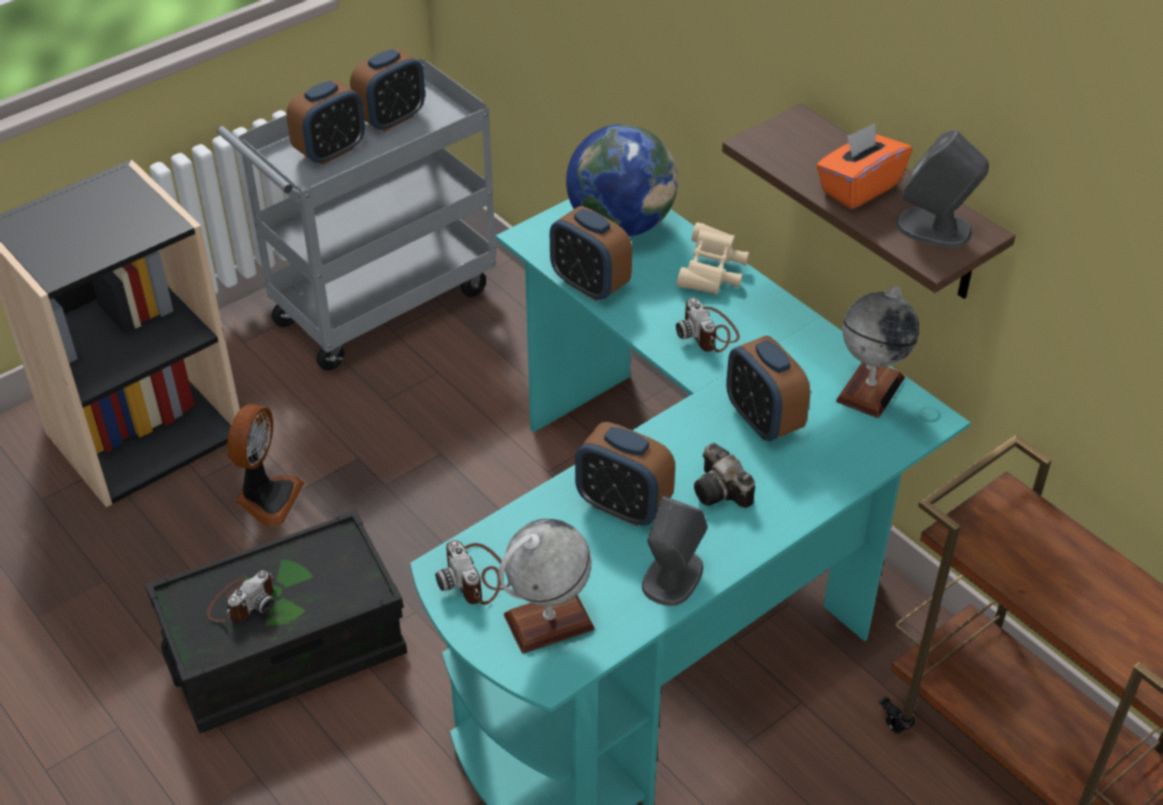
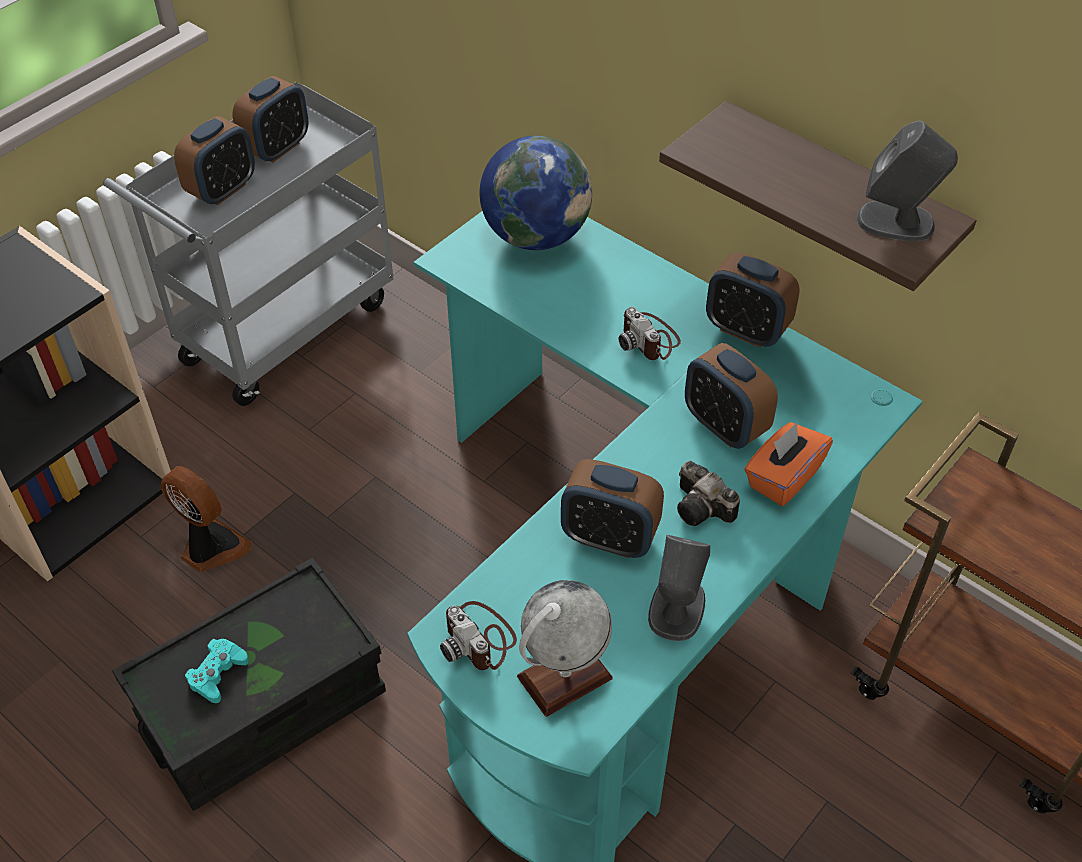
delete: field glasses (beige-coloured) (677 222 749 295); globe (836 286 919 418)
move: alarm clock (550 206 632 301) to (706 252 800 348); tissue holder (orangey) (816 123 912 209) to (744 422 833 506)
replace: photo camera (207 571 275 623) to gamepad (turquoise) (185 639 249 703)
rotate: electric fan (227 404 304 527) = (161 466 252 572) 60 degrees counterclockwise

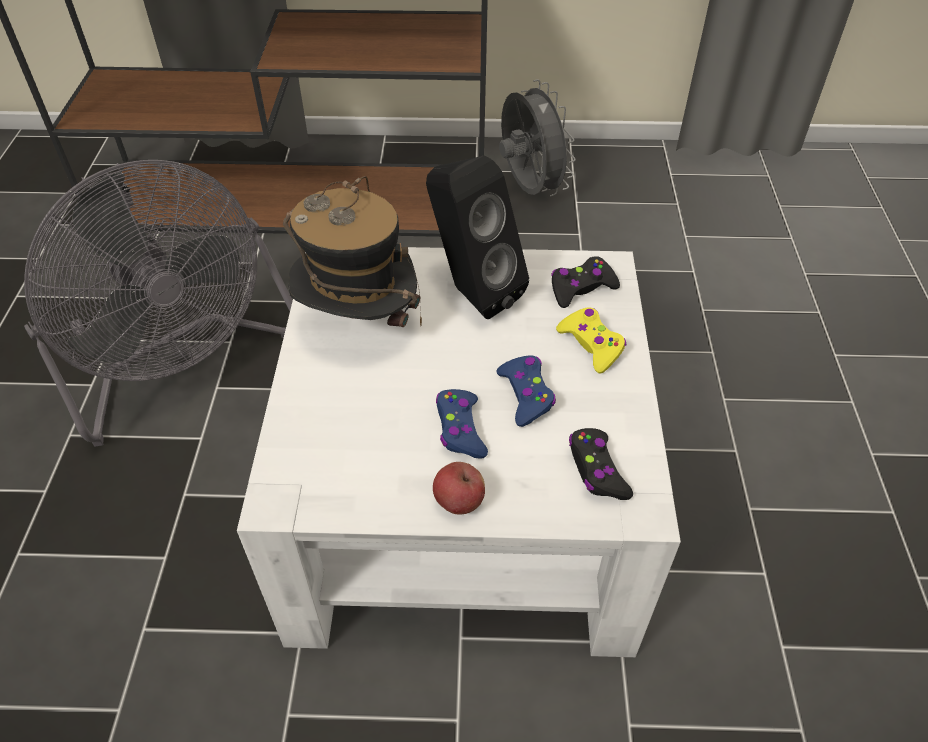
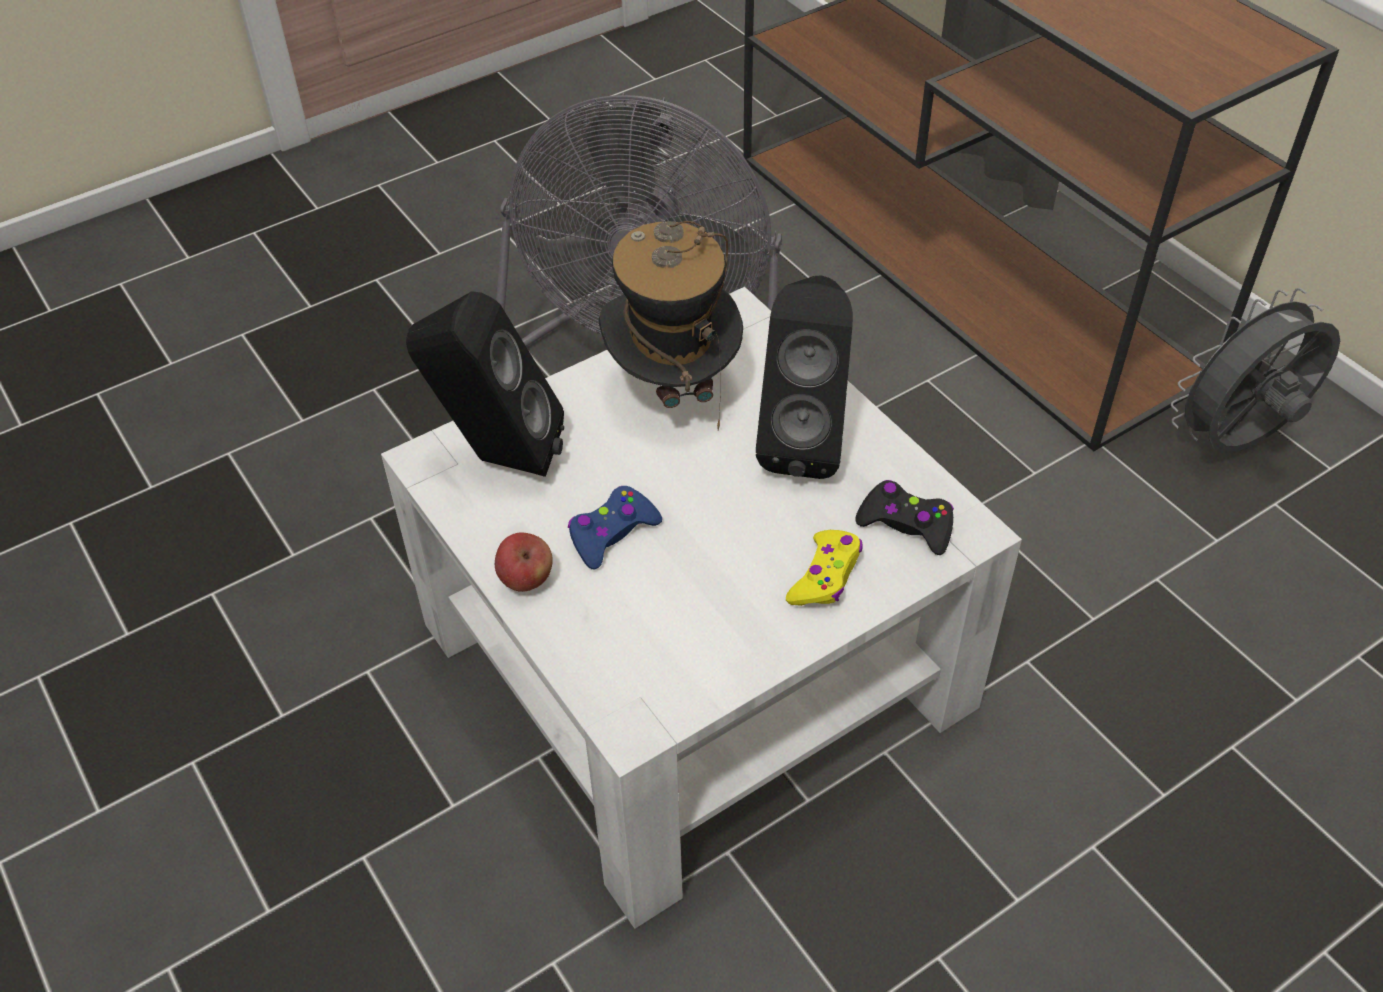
delete: gamepad (blue) (497 355 556 427); gamepad (black-coloured) (569 428 633 500)
insert: audio speaker (black-coloured) (406 291 564 477)
rotate: electric fan (grey) (499 80 576 196) = (1171 288 1340 453) 150 degrees counterclockwise

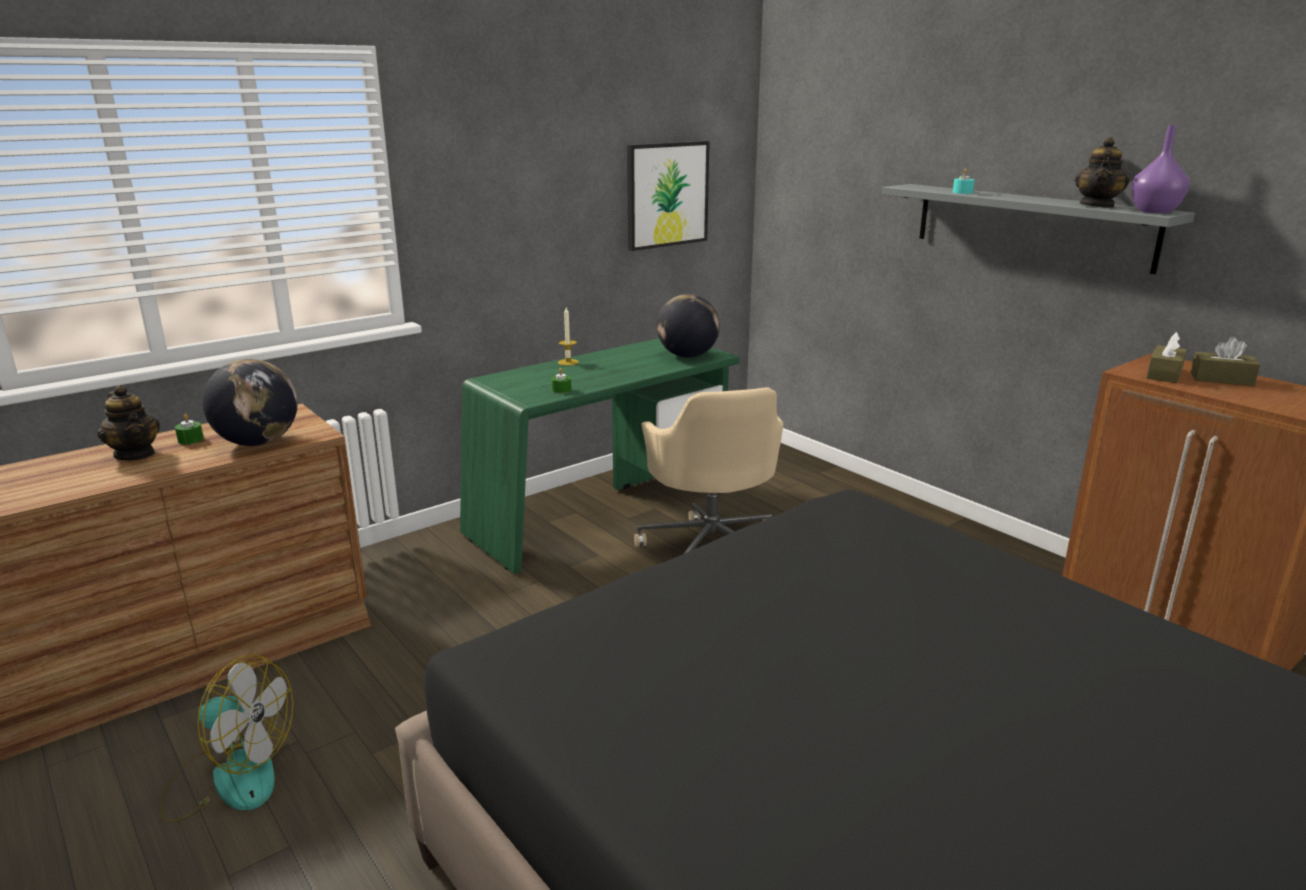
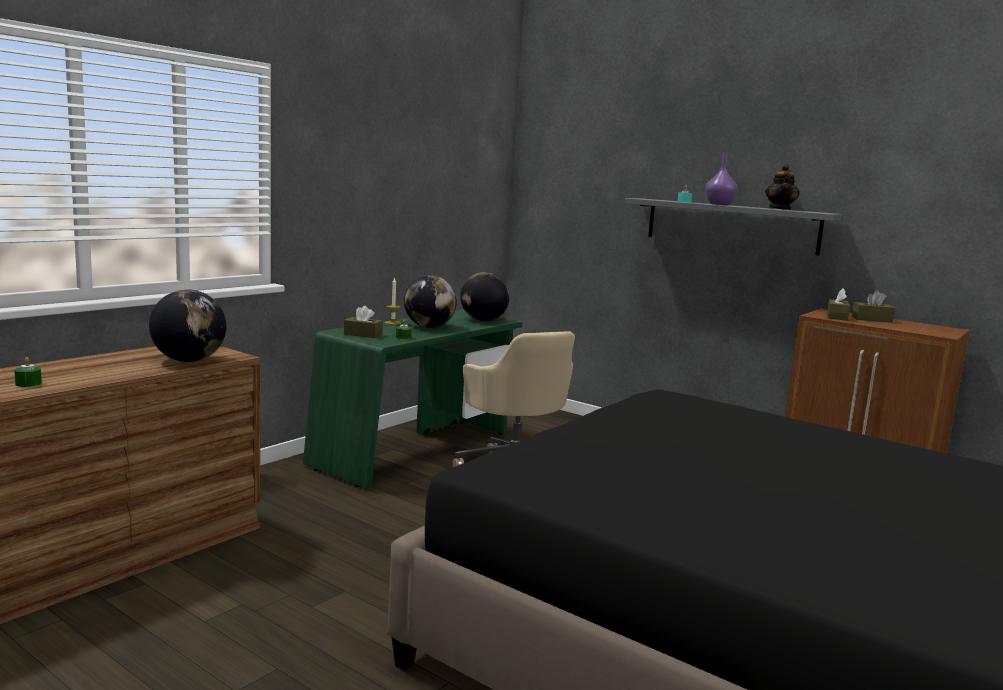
delete: tea pot (98 385 160 460); electric fan (160 655 293 823); wall picture (627 141 710 251)
insert: tissue holder (brown) (344 306 383 338); globe (404 275 457 328)
move: candle (greenish) (175 414 204 445) to (14 357 42 387); decorative vase (purple) (1131 125 1189 213) to (705 153 737 205)

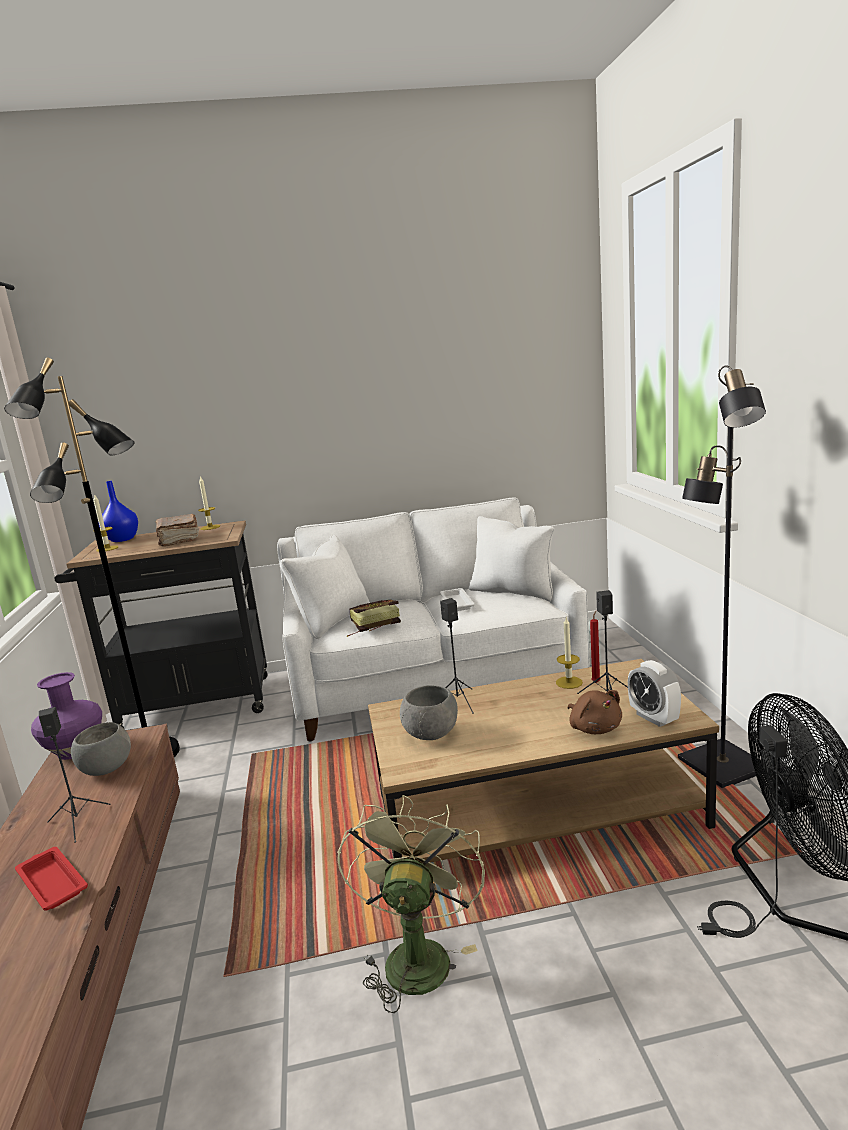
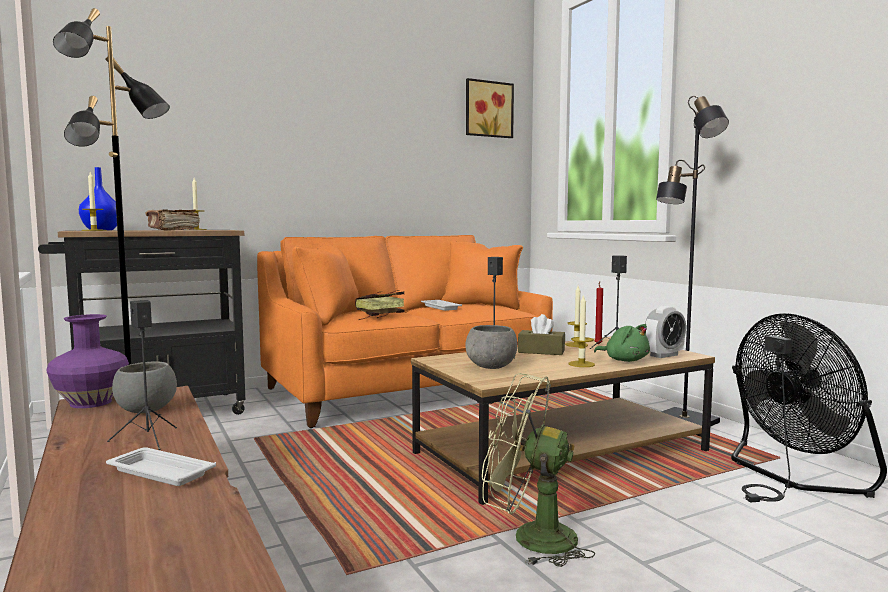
insert: wall picture (466 78 514 138); tissue holder (brown) (518 314 565 355); candle (568 294 595 367)
recolor: tray (red-coloured) (15 847 88 911) to tray (white) (106 447 216 486); couch (white) (277 498 590 742) to couch (orangey) (257 235 553 428); soft toy (brown) (568 690 622 734) to soft toy (greenish) (594 324 650 362)
rotate: electric fan (greenish) (337 795 485 1013) = (482 373 595 567) 60 degrees counterclockwise; alarm clock (628 660 681 727) = (645 306 686 358) 75 degrees counterclockwise

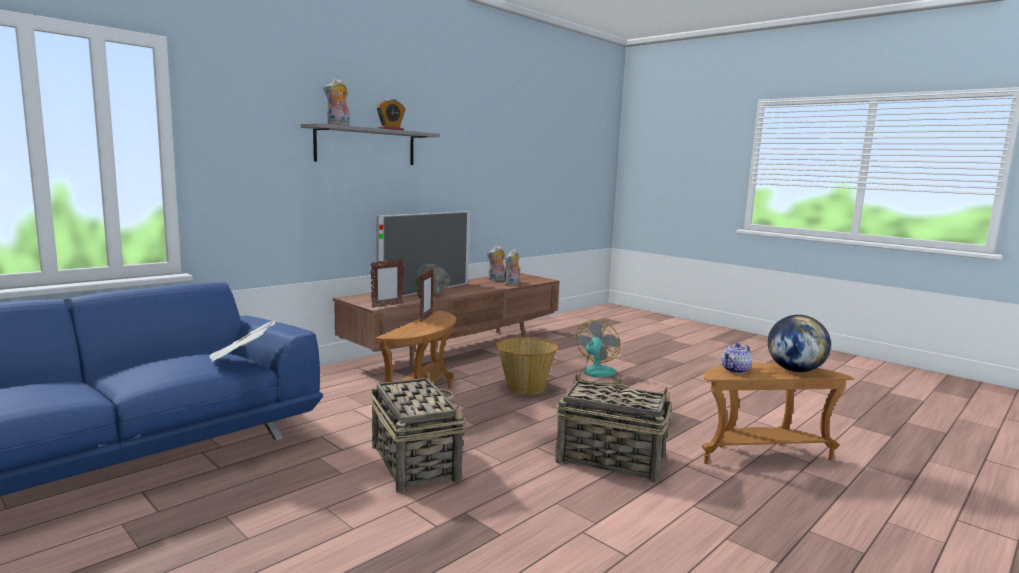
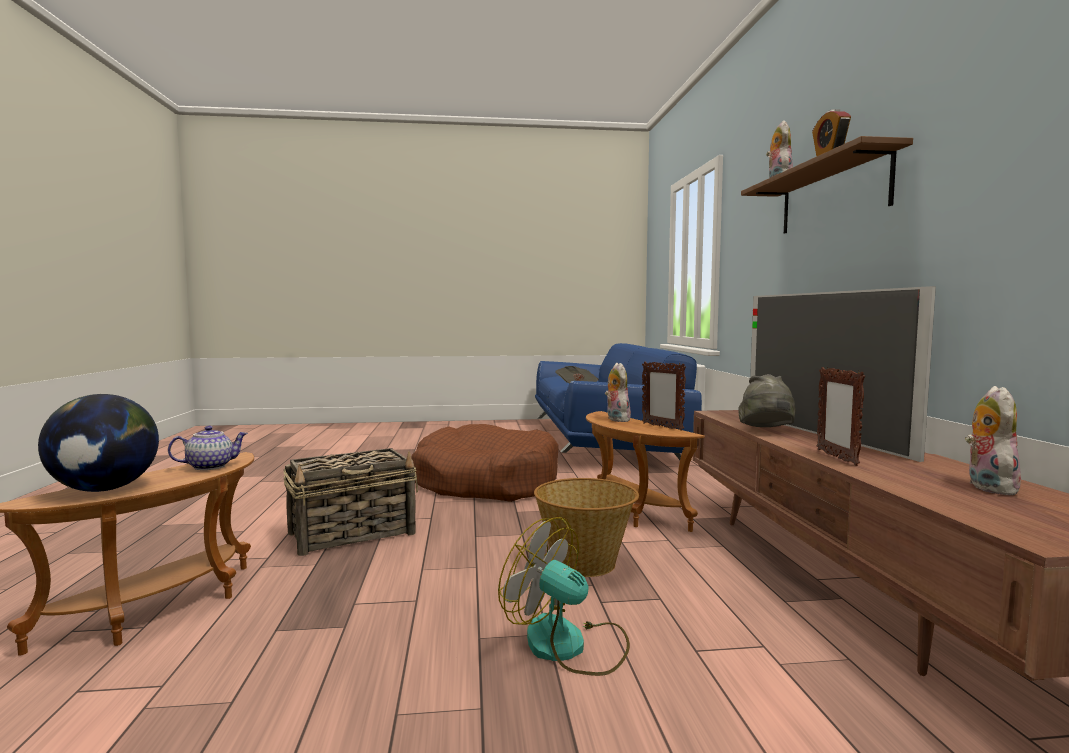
move: soft toy (504 249 521 286) to (605 363 631 422); standing frame (370 259 404 308) to (817 367 865 466)
replace: basket (371 371 467 493) to pet bed (brown) (411 424 559 502)
recolor: wall shelf (grey) (301 123 440 165) to wall shelf (brown) (741 136 913 234)
rotate: tea pot (721 343 752 374) = (168 426 248 470) 60 degrees clockwise; electric fan (576 320 621 384) = (498 517 630 676) 150 degrees clockwise

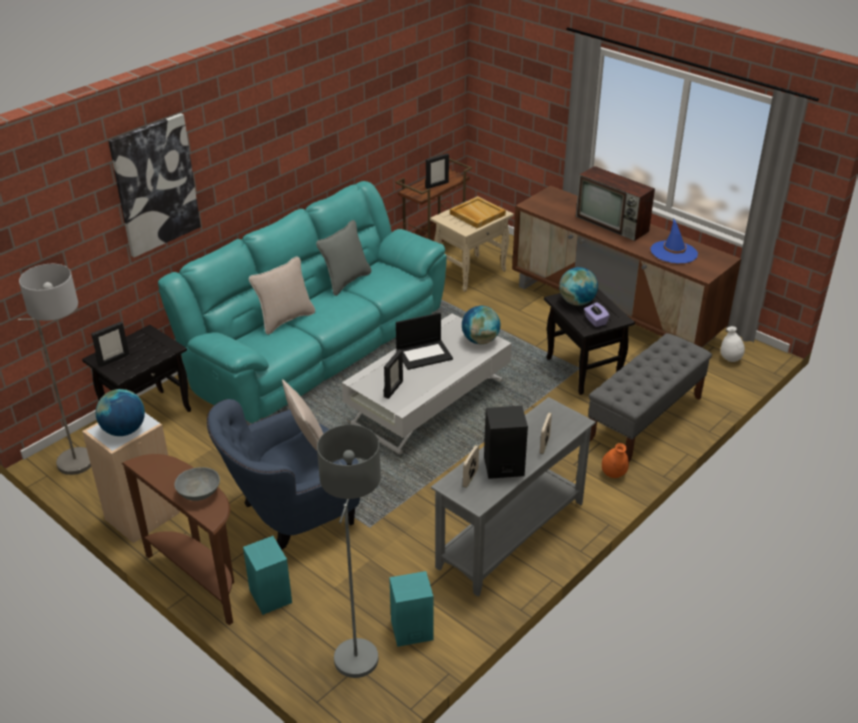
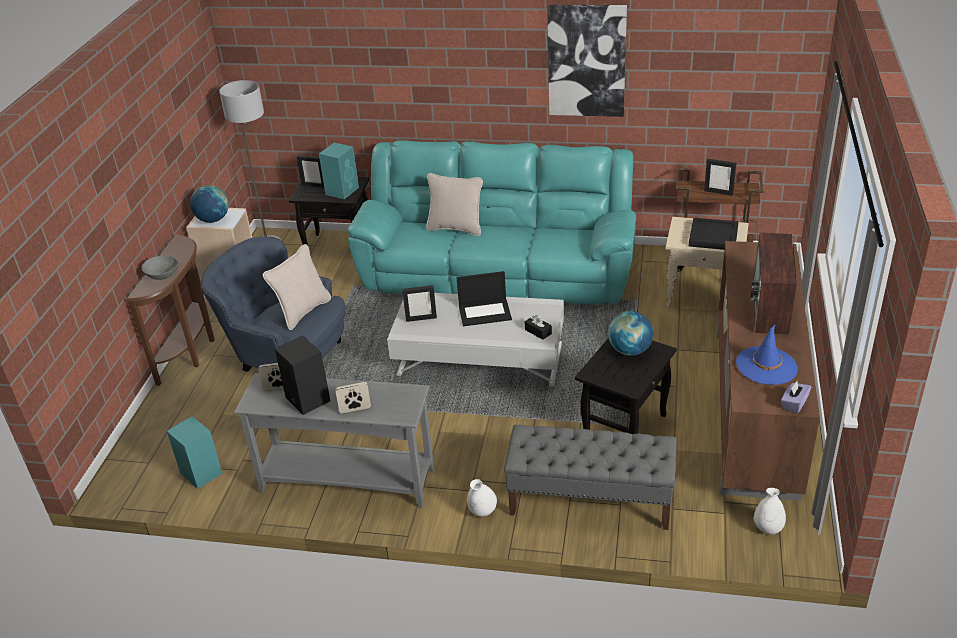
delete: pillow (grey) (316 220 372 296); standard lamp (grey) (317 425 381 678)
move: audio speaker (turquoise) (243 536 292 615) to (319 143 359 199); wall picture (108 113 201 257) to (547 5 627 117); tissue holder (purple) (584 302 610 327) to (781 381 811 413)
replace: globe (462 306 500 344) to tissue holder (black-coloured) (525 315 552 340)
recolor: decorative vase (orangey) (602 443 629 478) to decorative vase (white) (467 479 497 517); tray (beige-coloured) (450 197 506 228) to tray (black-coloured) (689 218 739 250)
rotate: notebook computer (396 313 453 370) = (457 271 512 326) 45 degrees counterclockwise

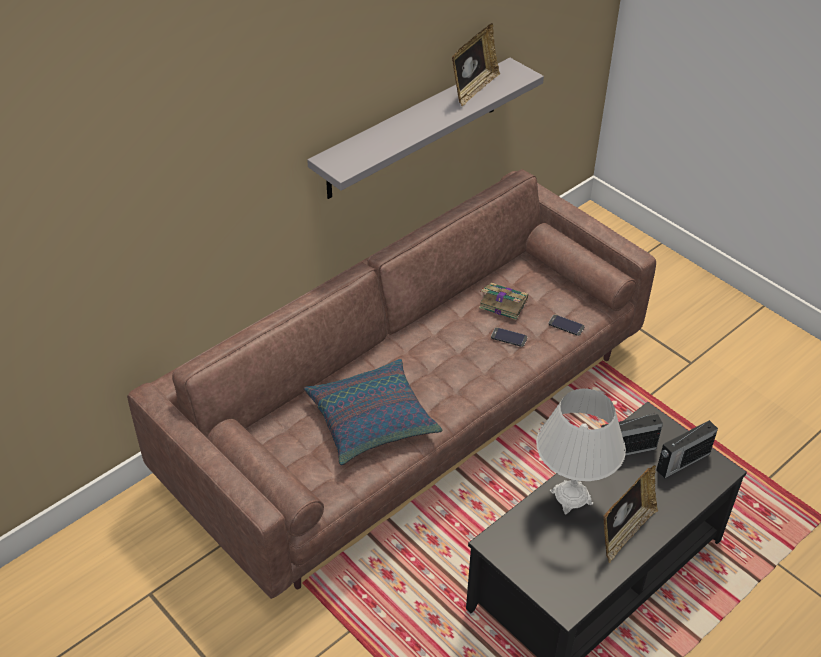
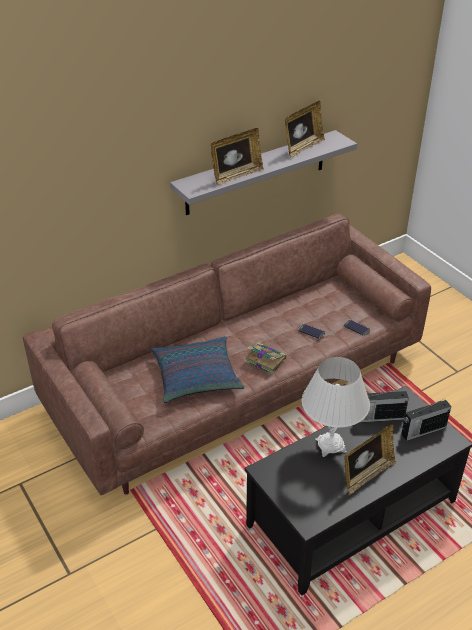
insert: standing frame (211 128 264 185)
move: volume (479 283 528 320) to (245 343 286 374)

